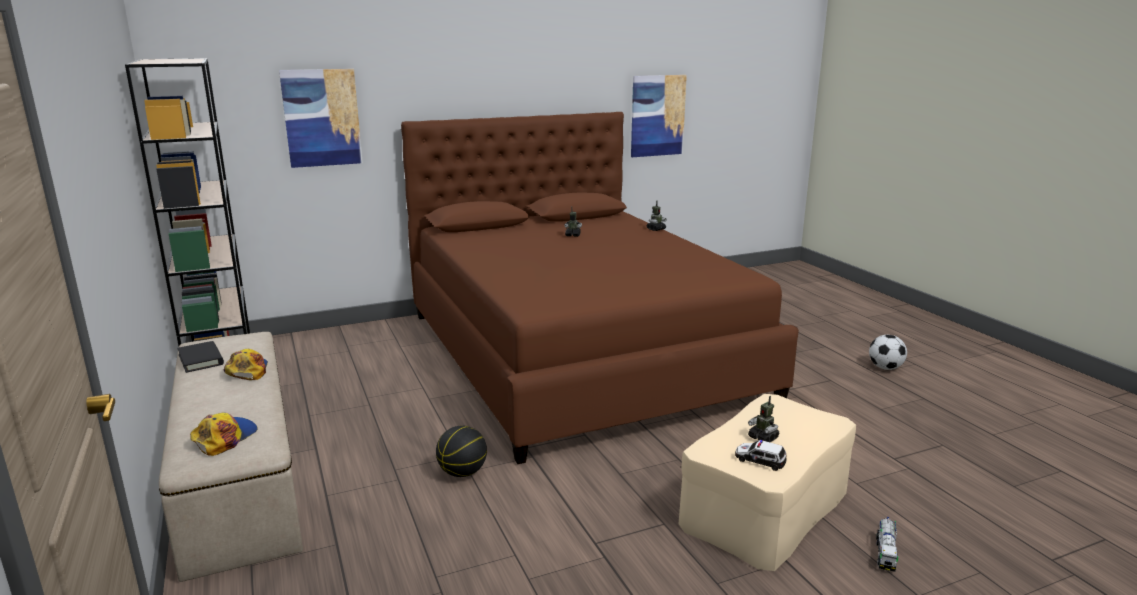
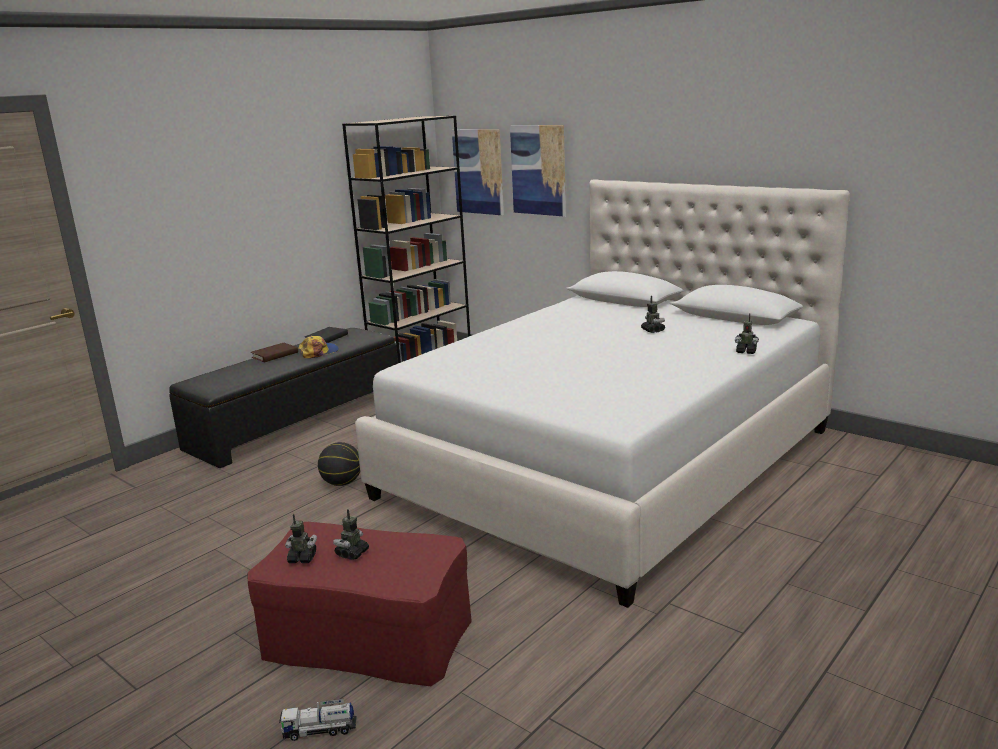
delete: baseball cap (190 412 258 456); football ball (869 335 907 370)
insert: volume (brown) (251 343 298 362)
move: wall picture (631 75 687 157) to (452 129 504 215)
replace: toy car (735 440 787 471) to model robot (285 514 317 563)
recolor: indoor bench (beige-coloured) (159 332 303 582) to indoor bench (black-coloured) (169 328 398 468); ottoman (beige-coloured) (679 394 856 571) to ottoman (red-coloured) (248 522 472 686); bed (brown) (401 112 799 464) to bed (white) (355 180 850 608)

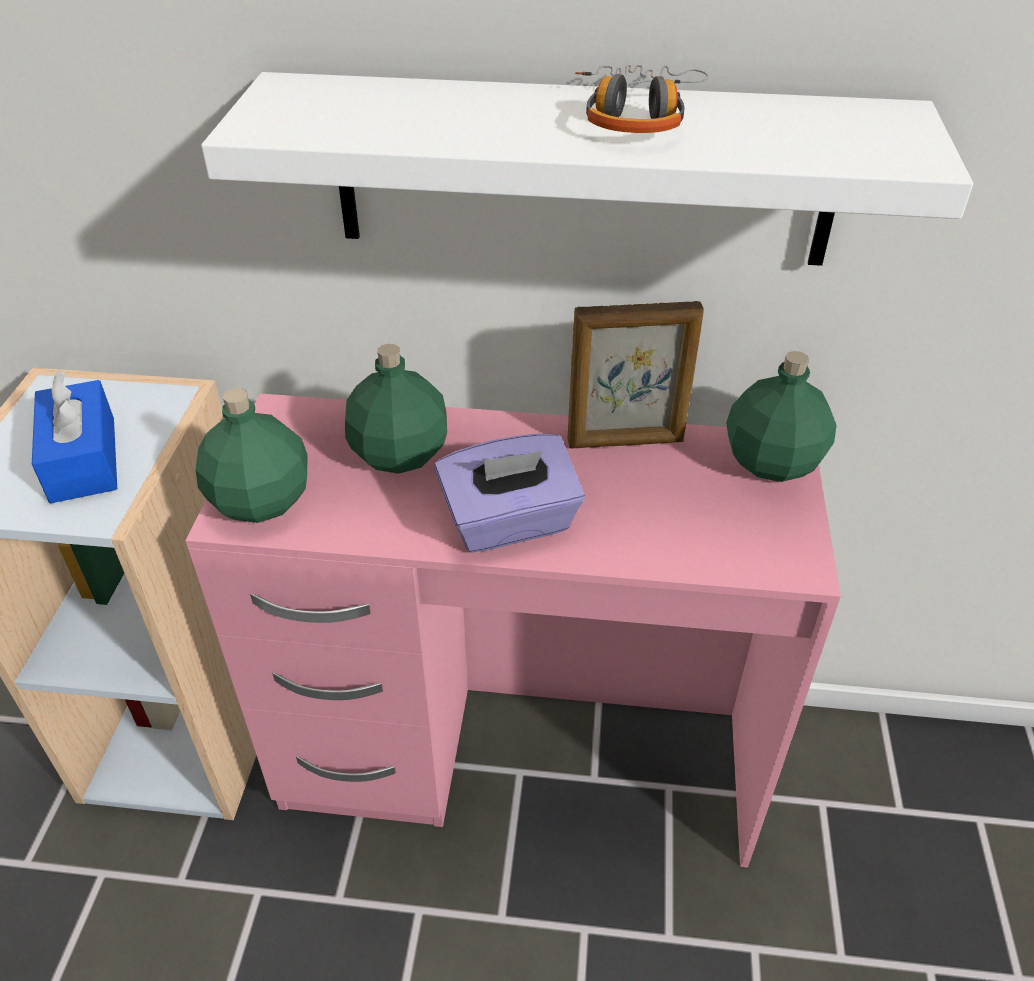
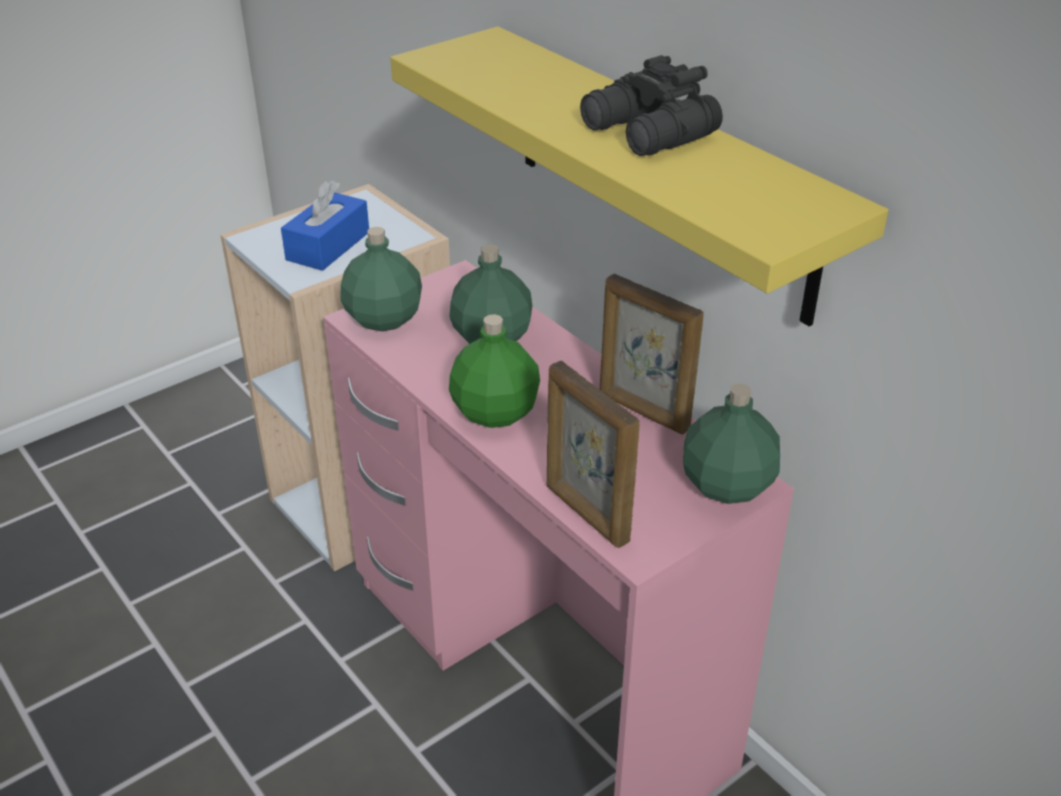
insert: standing frame (546 361 640 548)
replace: tissue holder (purple) (434 433 585 553) to drink bottle (greenish) (449 314 540 428); headset (575 65 709 133) to field glasses (black-coloured) (580 55 723 156)
recolor: wall shelf (white) (201 72 973 266) to wall shelf (yellowish) (391 26 888 327)

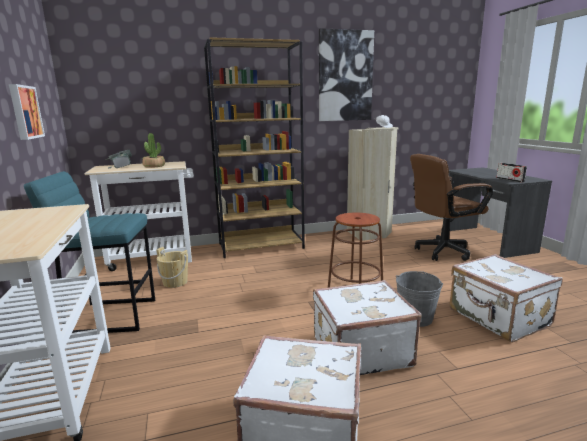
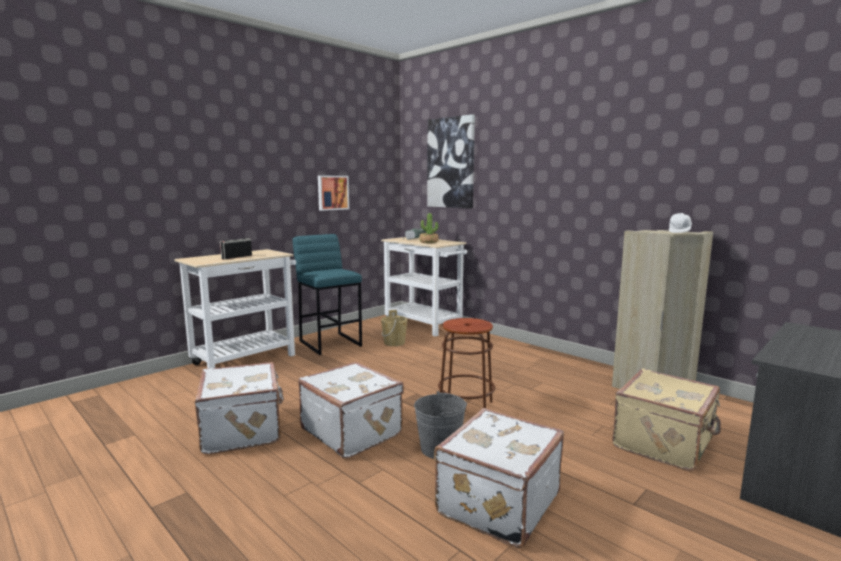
delete: shelving unit (brown) (204 37 305 258)
move: radio (497 163 527 182) to (220 238 252 260); wall picture (319 28 374 121) to (427 114 475 209)
replace: desk chair (brown) (410 154 493 261) to travel case (beige-coloured) (612 368 720 471)

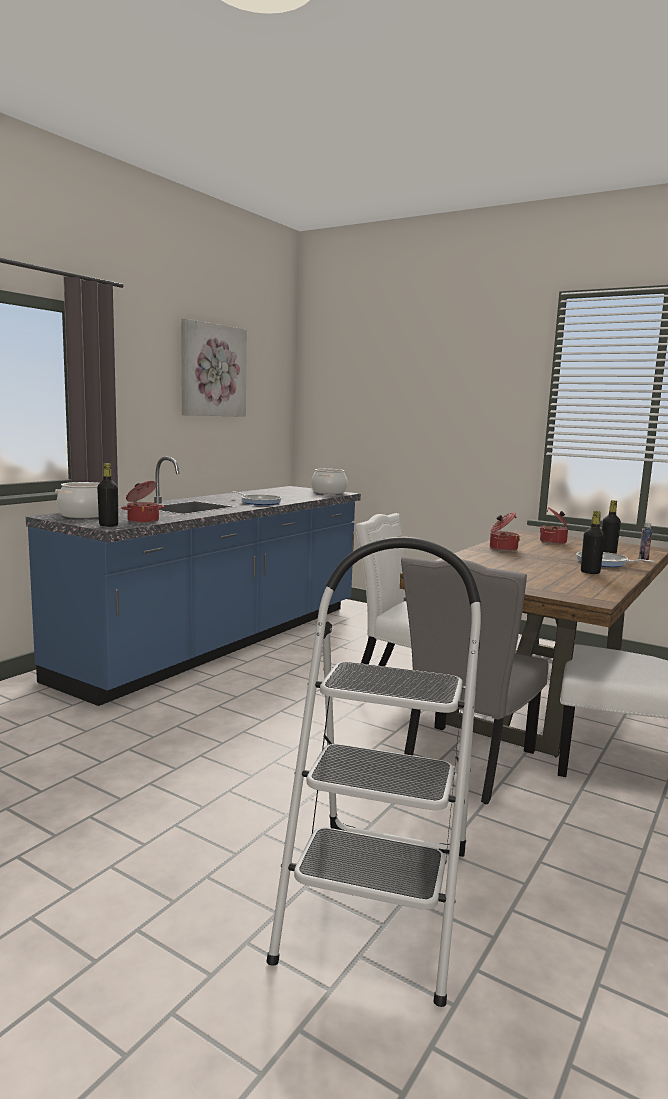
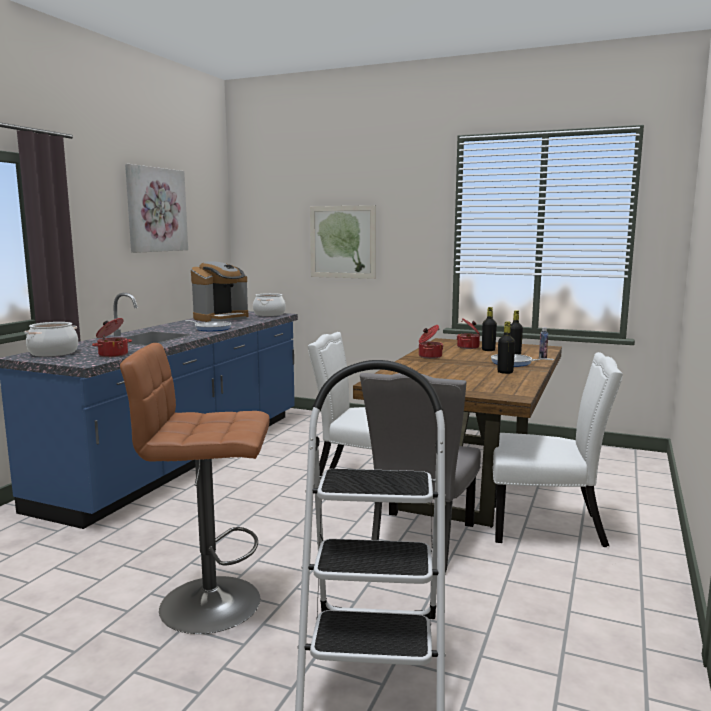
insert: stool seat (brown) (120 343 270 634); coffee maker (191 261 248 322); wall picture (310 205 376 279)
move: drink bottle (black-coloured) (97 463 118 527) to (482 307 497 351)

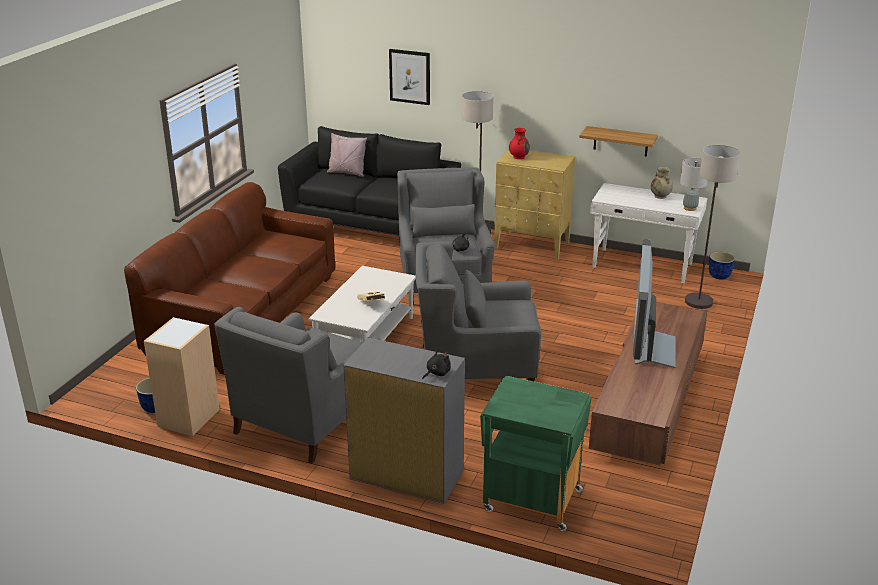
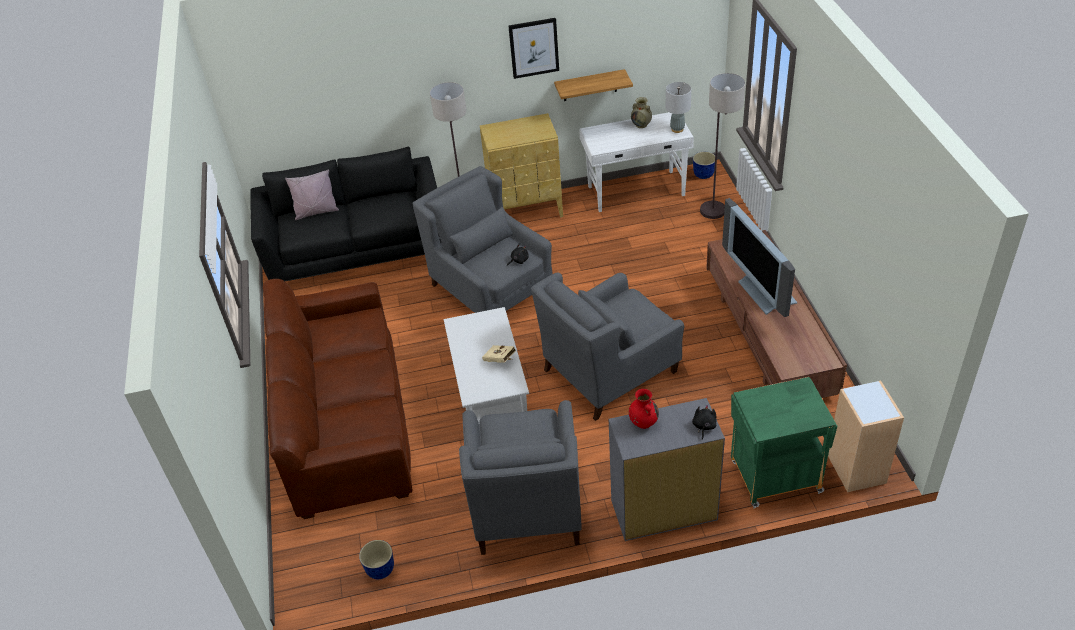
move: wall picture (389 49 430 105) to (508 18 559 79); decorative vase (red-coloured) (509 128 530 159) to (629 389 659 429); shelving unit (144 317 220 436) to (828 380 904 492)

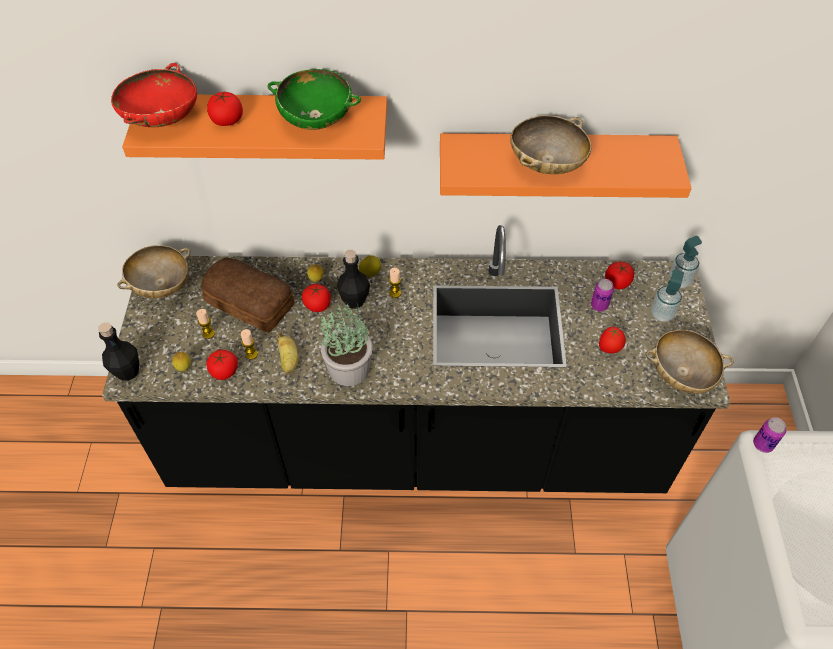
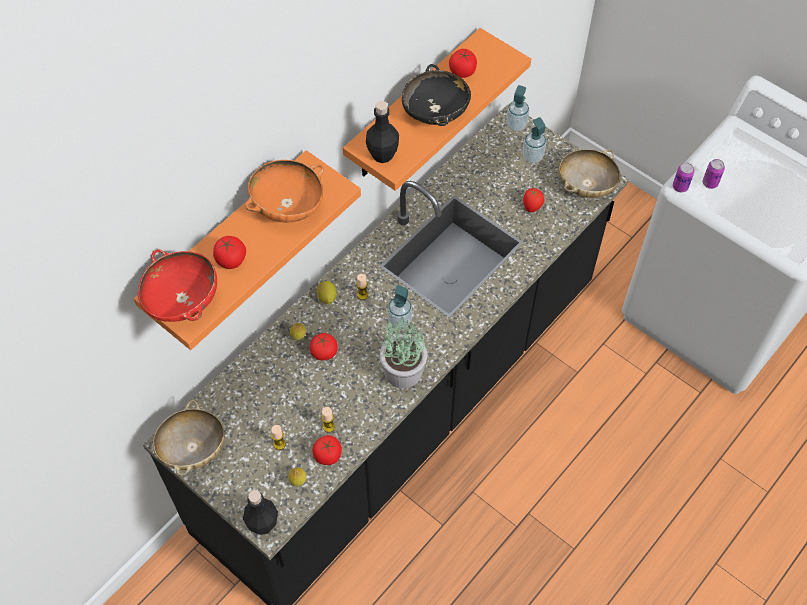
delete: bread (201 257 294 333); whole banana (277 332 298 375)
insert: soap dispenser (388 285 412 330)
move: drink bottle (black-coloured) (337 250 370 309) to (366 101 399 163); tomato (605 262 634 289) to (449 49 477 78); can (591 279 614 312) to (703 159 725 189)
recolor: bowl (greenish) (268 69 361 130) to bowl (orangey) (245 160 324 223); bowl (beige-coloured) (510 115 591 174) to bowl (black-coloured) (402 64 471 126)

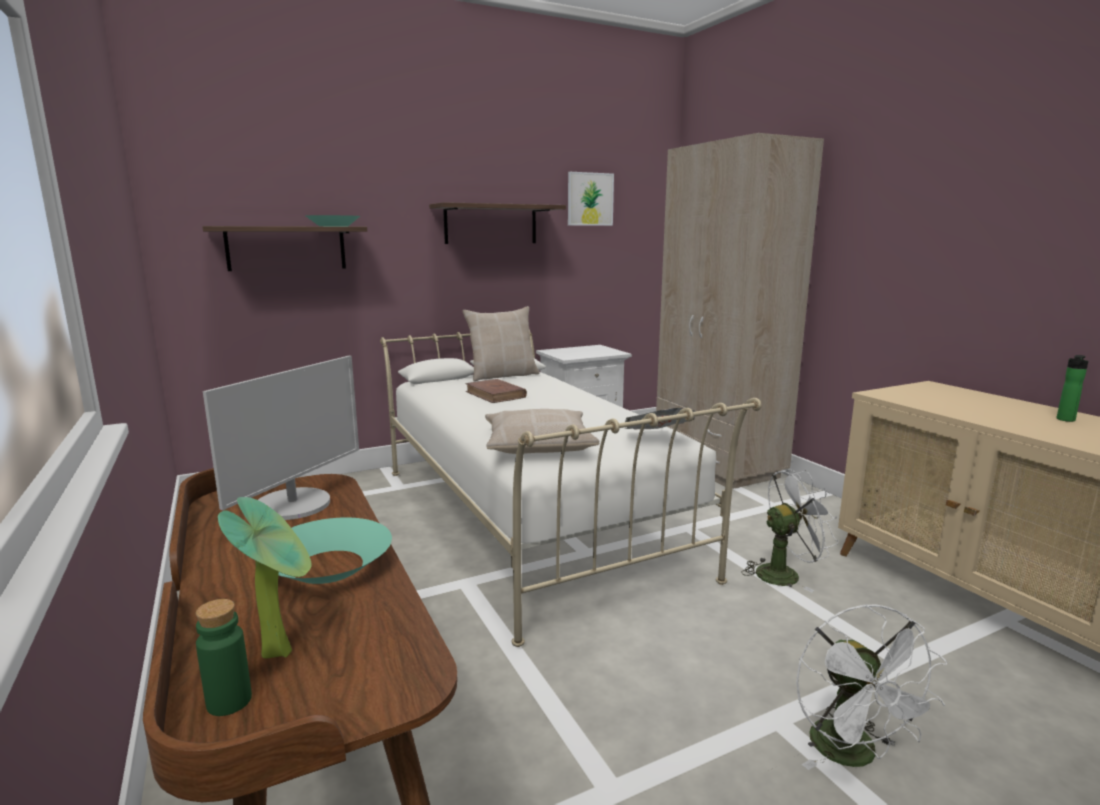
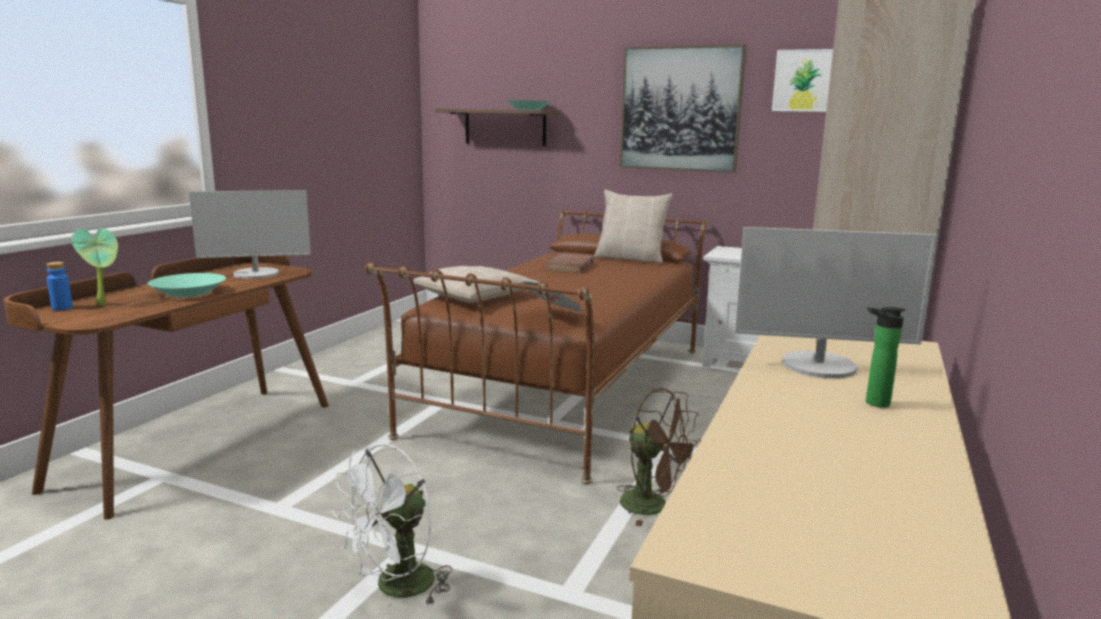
insert: monitor (735 227 938 379)
replace: wall shelf (429 202 566 244) to wall picture (620 45 746 173)
recolor: drink bottle (greenish) (196 599 252 716) to drink bottle (blue) (46 262 73 310); bed (white) (380 329 761 647) to bed (brown) (365 209 708 484); electric fan (white) (742 469 839 593) to electric fan (brown) (617 388 701 526)

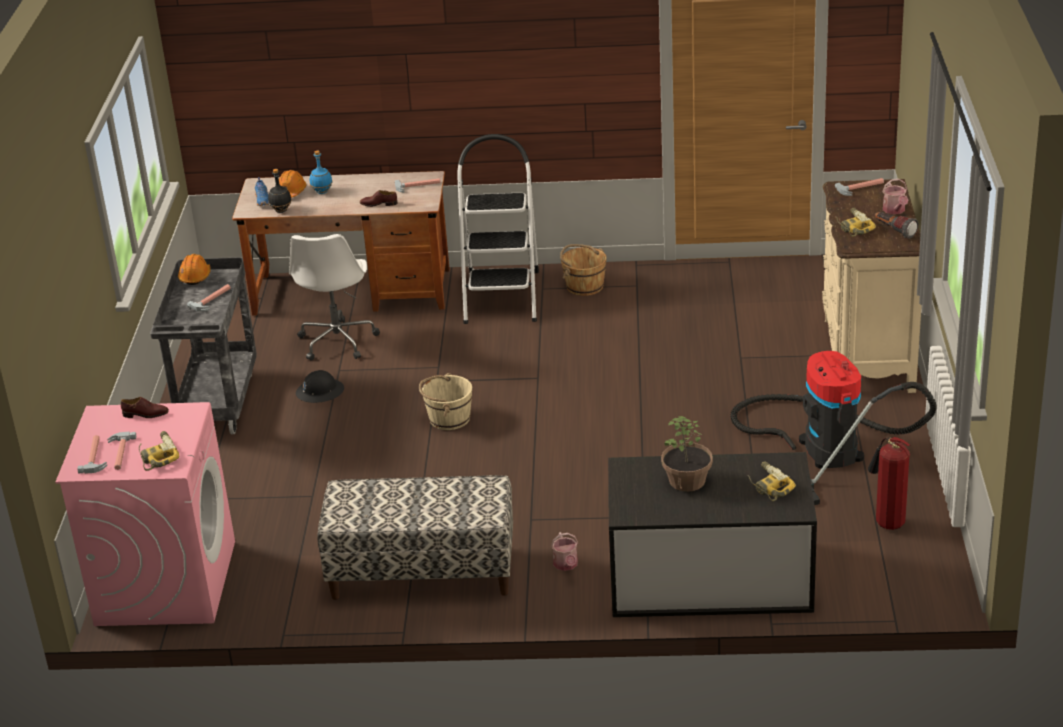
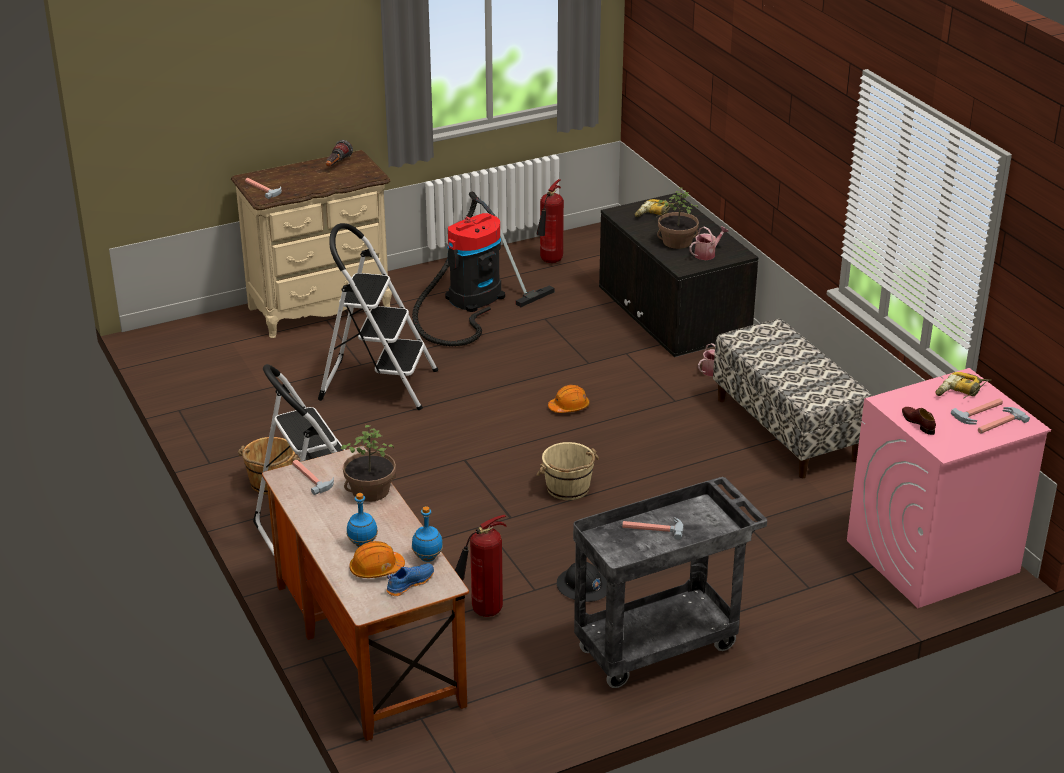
delete: drill (836 208 876 236)
insert: step ladder (318 223 438 410)
move: safety helmet (orangey) (178 254 211 285) to (548 385 589 413); sprinkling can (882 179 909 214) to (689 226 729 260)
replace: item of footwear (brown) (360 190 397 207) to houseplant (341 425 396 502); desk chair (white) (289 234 380 360) to fire extinguisher (455 515 507 617)
recolor: drink bottle (black-coloured) (268 169 292 213) to drink bottle (blue) (412 506 443 562)

